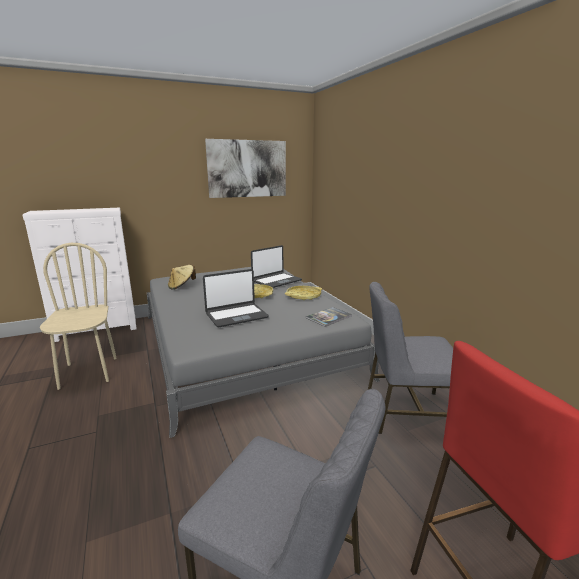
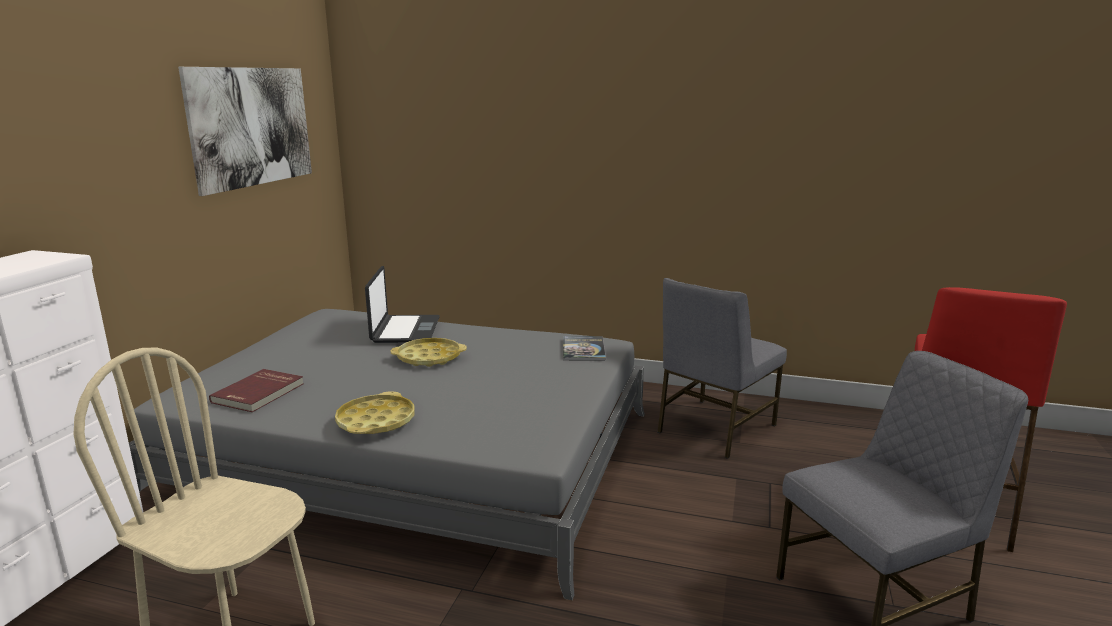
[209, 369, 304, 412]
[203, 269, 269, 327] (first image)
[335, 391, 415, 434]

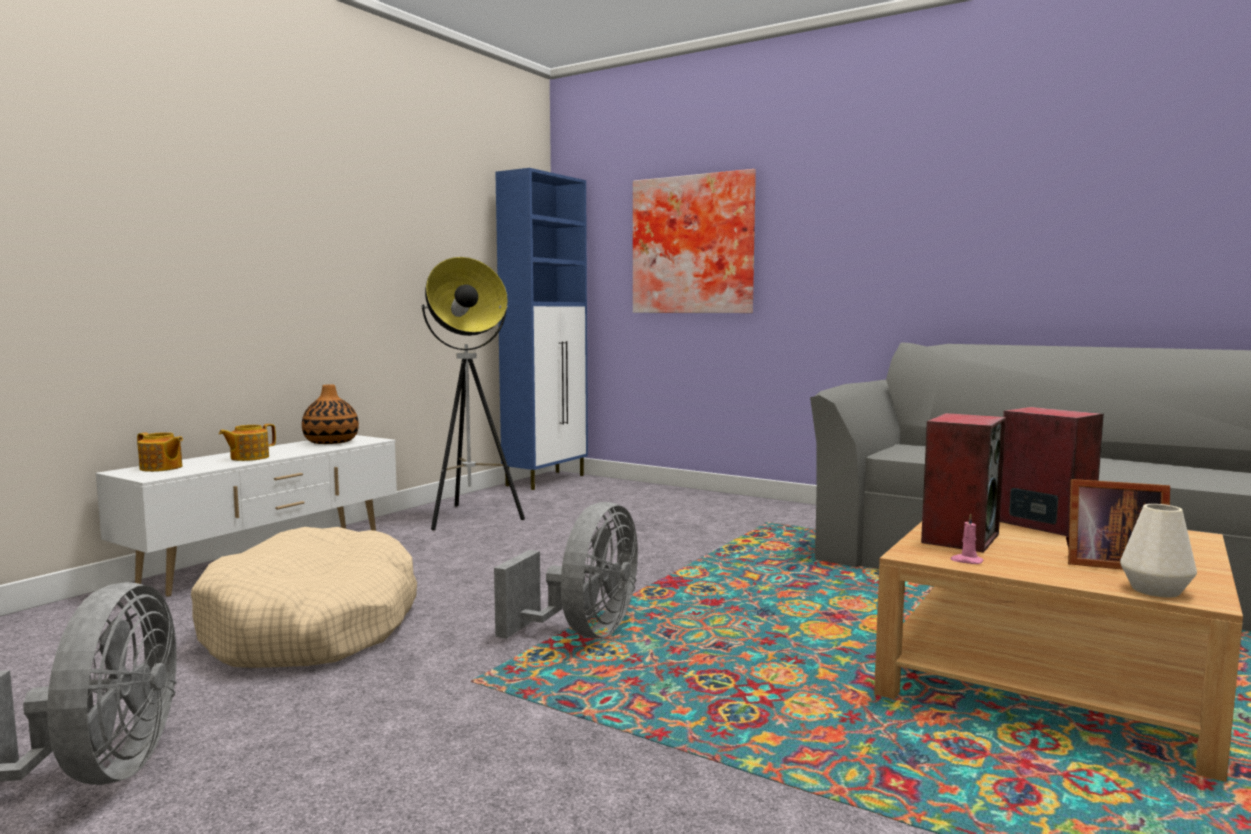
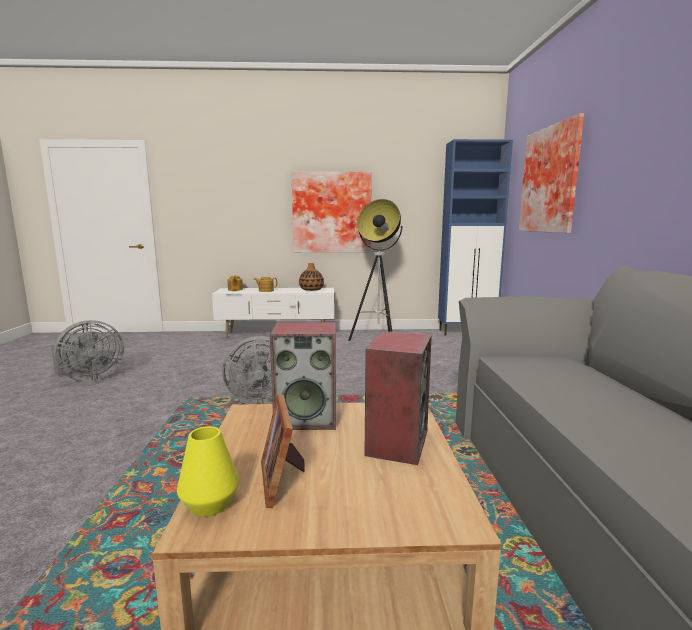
[191, 527, 417, 668] (first image)
[950, 513, 983, 564] (first image)
[177, 426, 239, 517]
[292, 172, 372, 253]

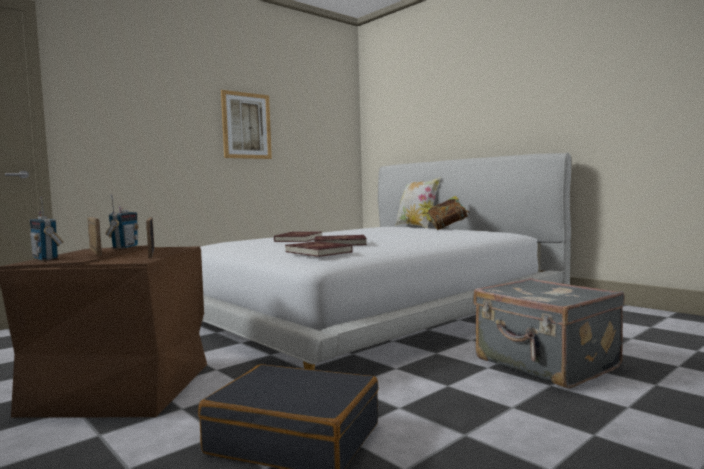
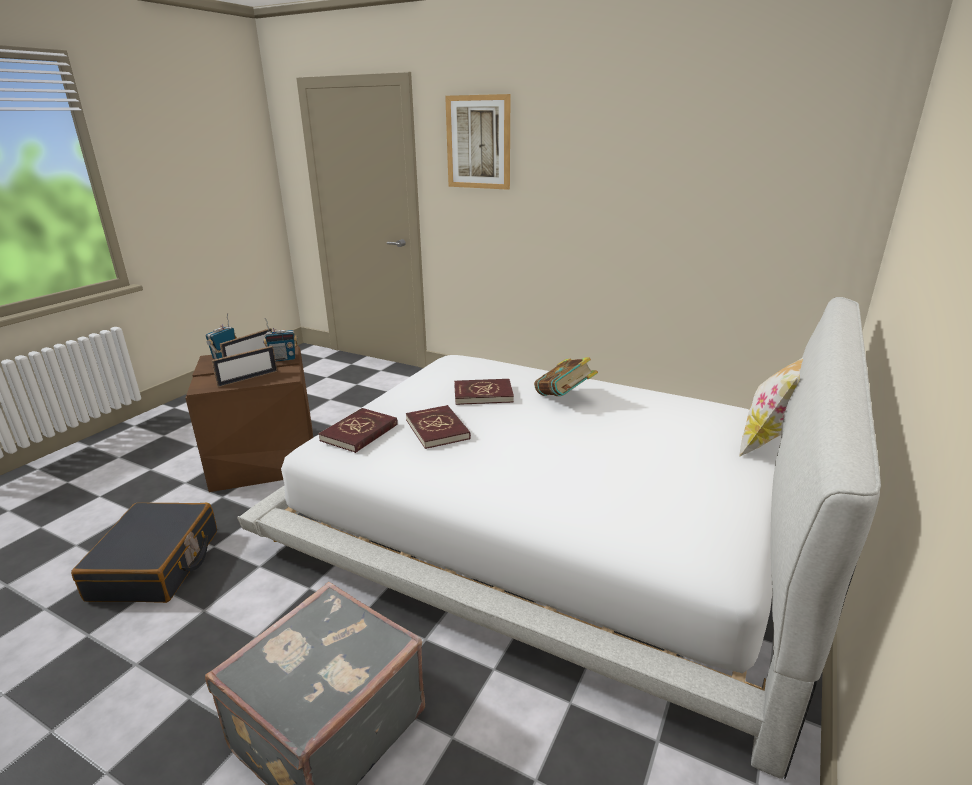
[445, 94, 511, 190]
[534, 357, 598, 396]

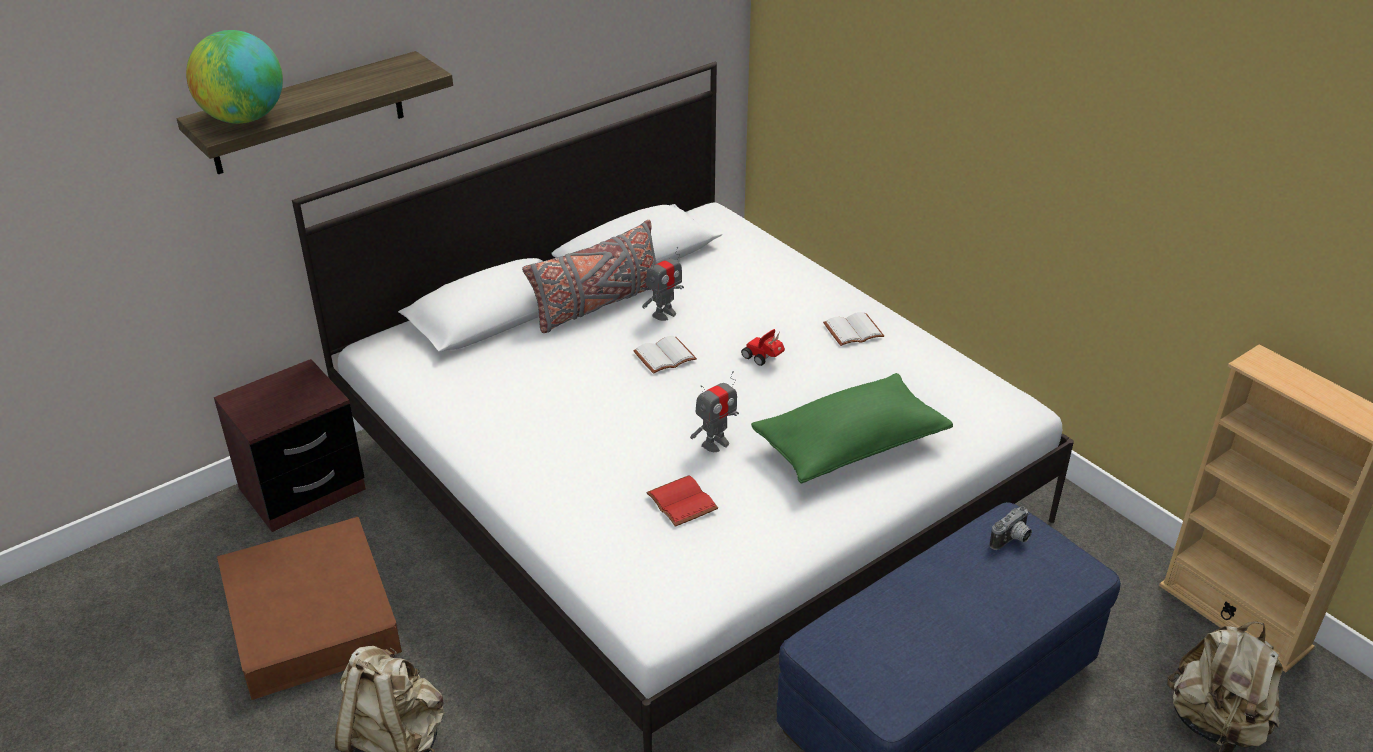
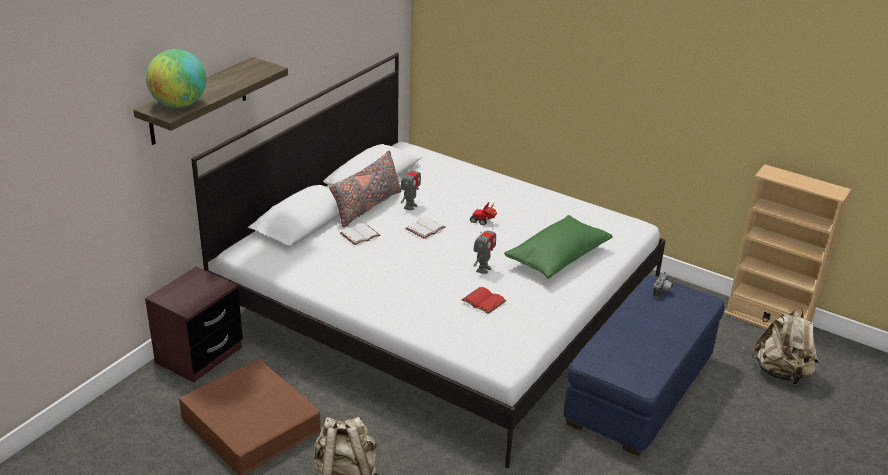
[340, 223, 380, 245]

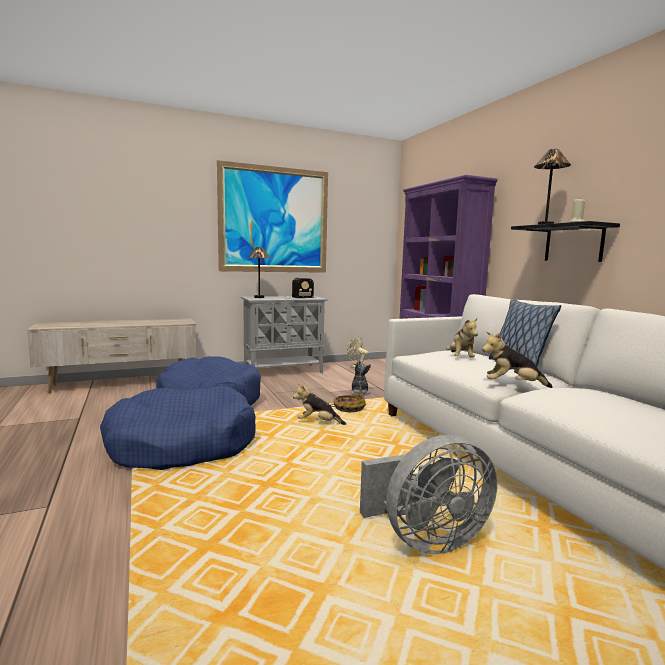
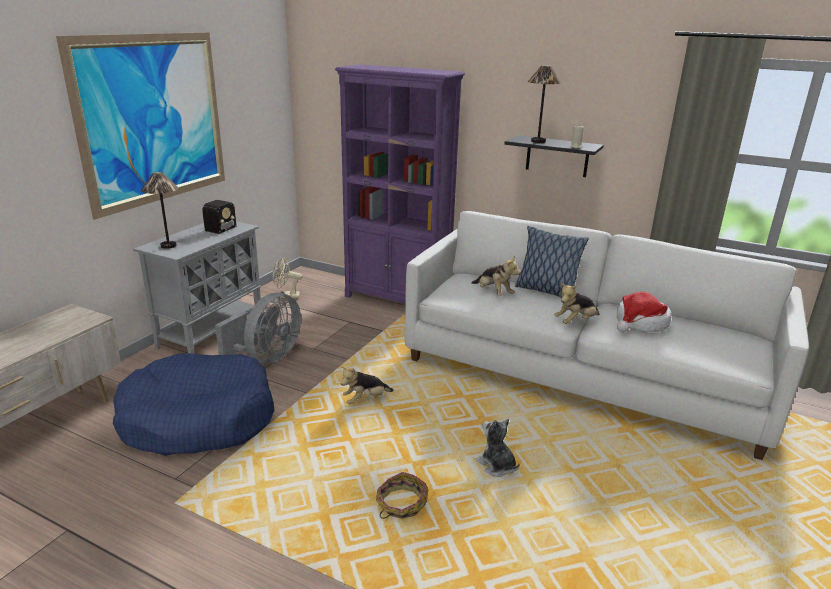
[100, 386, 256, 470] (first image)
[376, 472, 428, 519]
[475, 419, 520, 477]
[215, 292, 301, 363]
[617, 292, 672, 332]

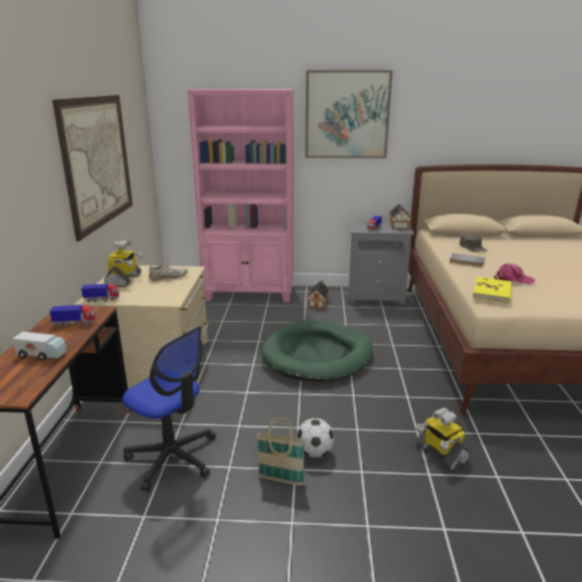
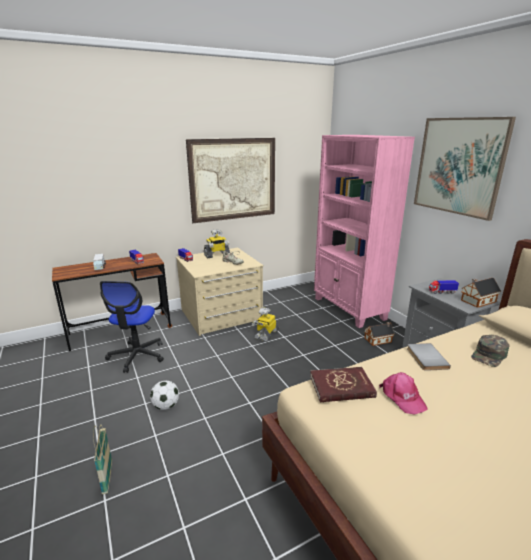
[93, 425, 112, 495]
[261, 320, 373, 382] (first image)
[252, 307, 279, 342]
[310, 367, 377, 402]

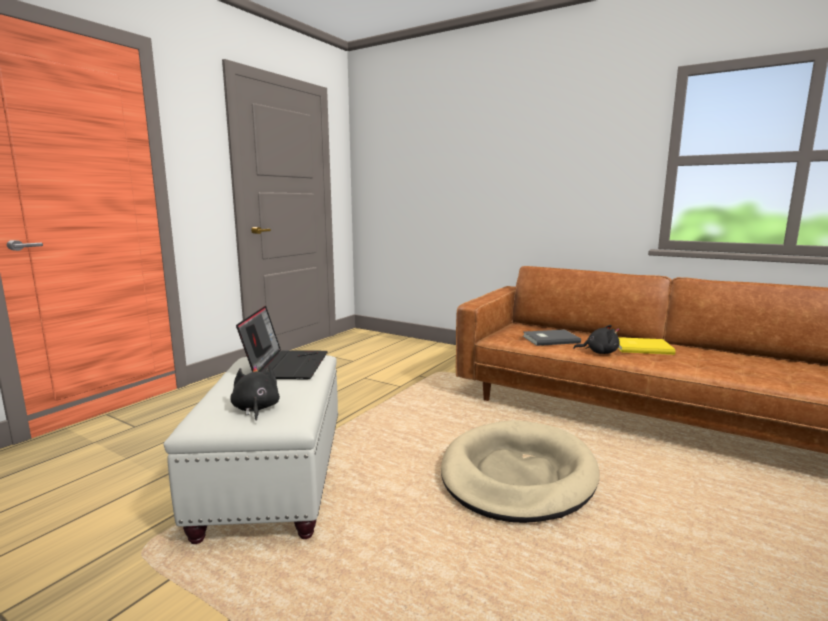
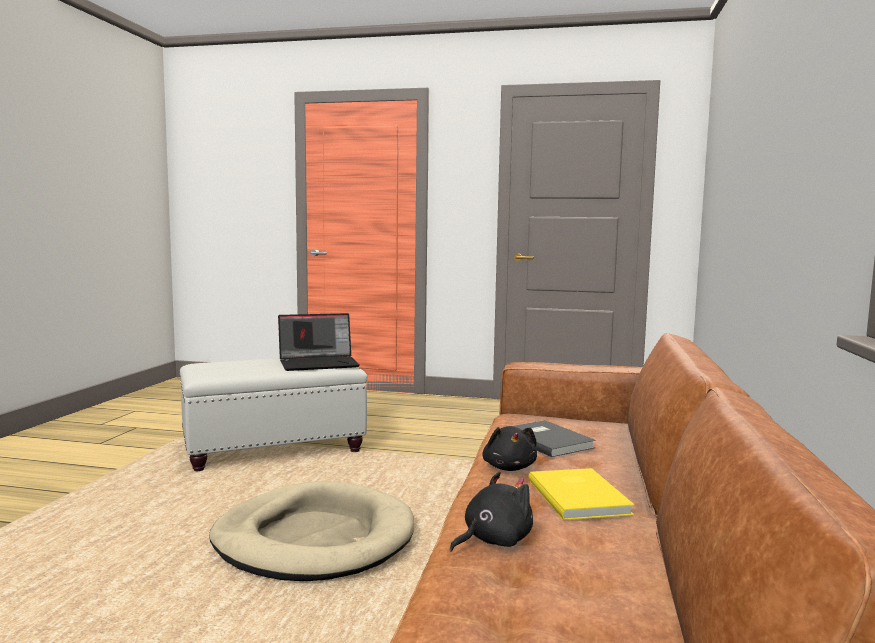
[450, 472, 533, 552]

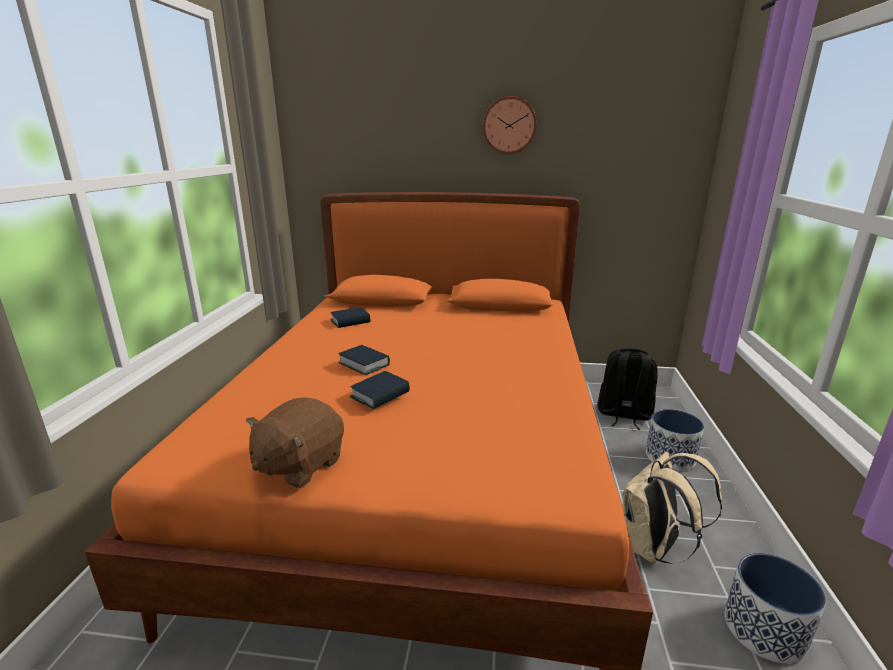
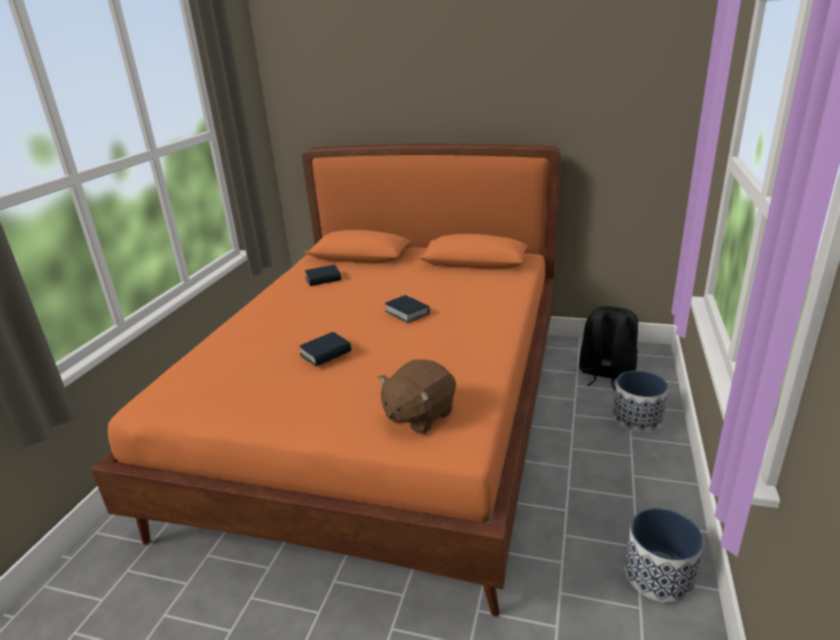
[378, 359, 456, 434]
[385, 295, 430, 323]
[483, 96, 537, 154] (first image)
[622, 452, 722, 564] (first image)

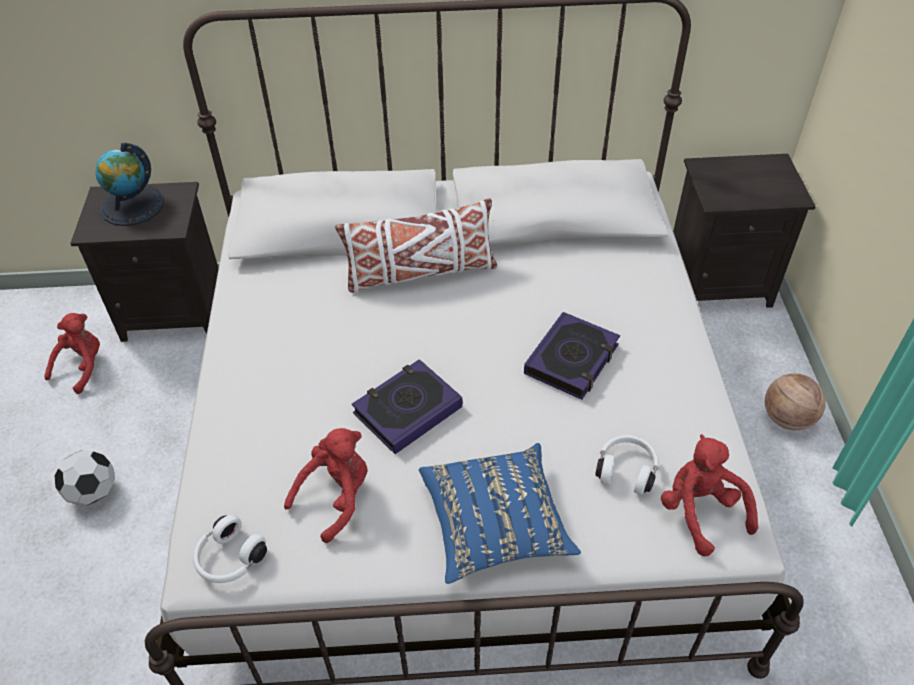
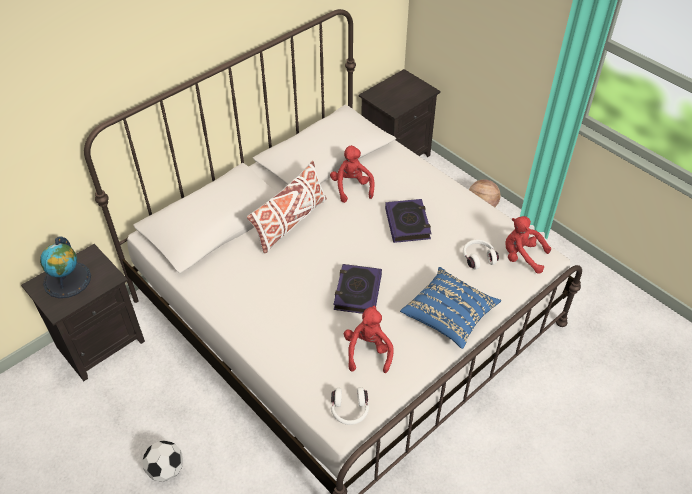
[330, 145, 375, 203]

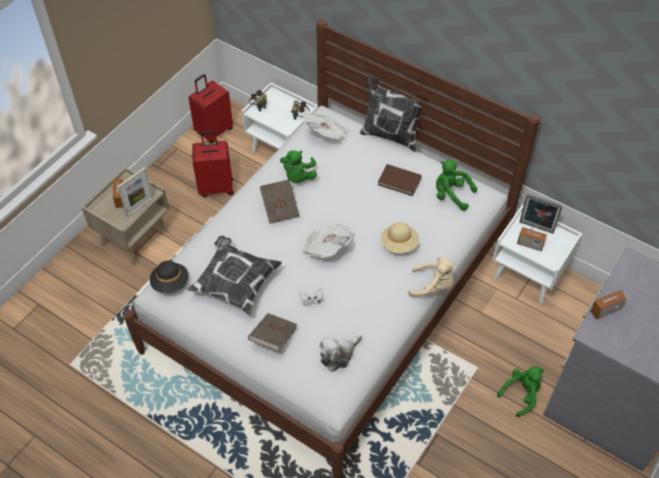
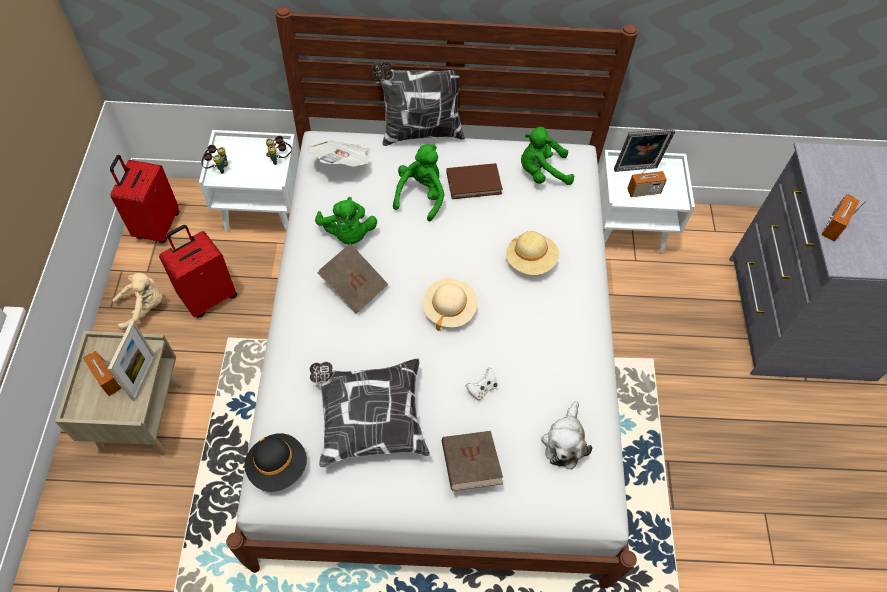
[423, 278, 477, 331]
[112, 273, 163, 330]
[393, 144, 445, 222]

